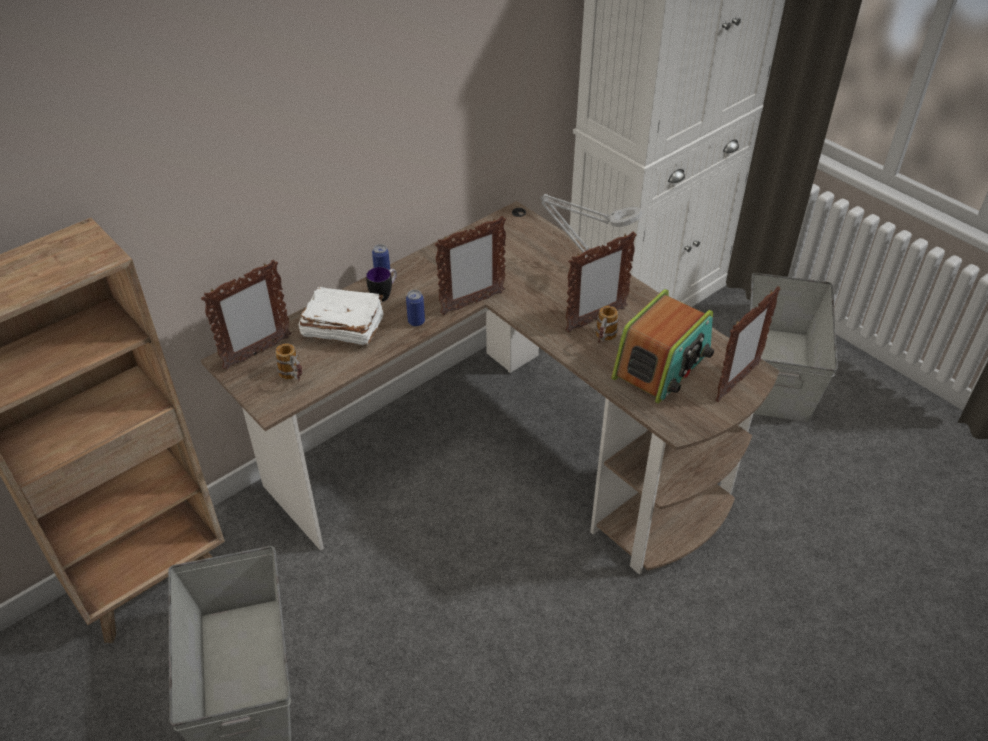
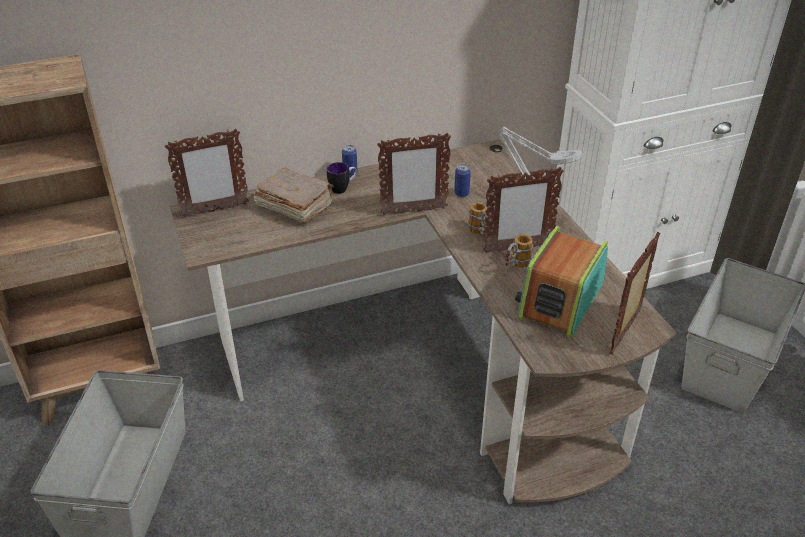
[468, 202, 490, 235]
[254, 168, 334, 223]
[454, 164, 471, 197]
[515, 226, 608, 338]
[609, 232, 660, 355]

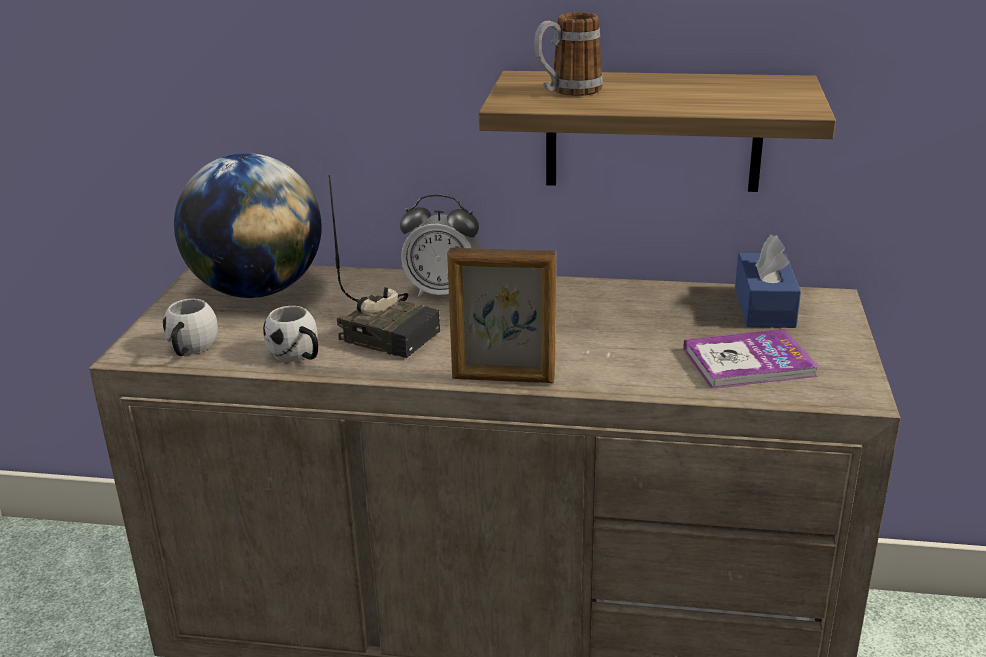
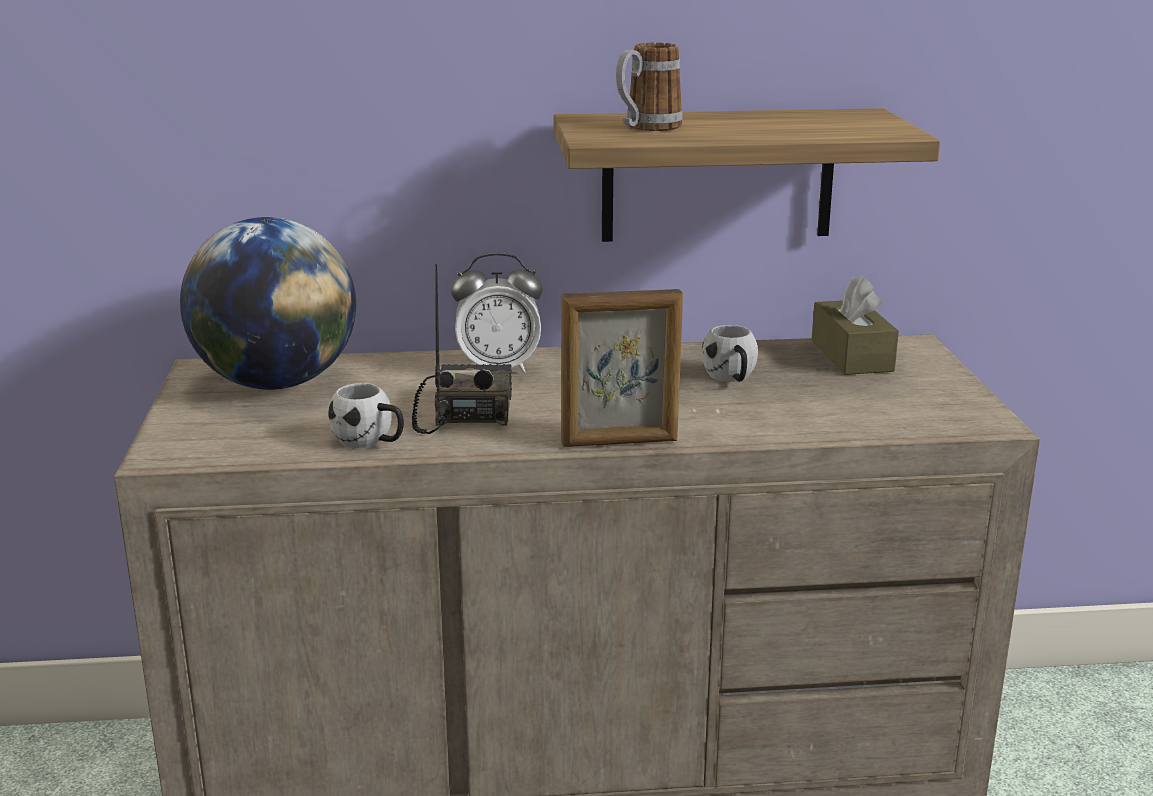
[702, 325, 758, 382]
[412, 264, 512, 434]
[683, 329, 819, 389] (first image)
[811, 275, 899, 375]

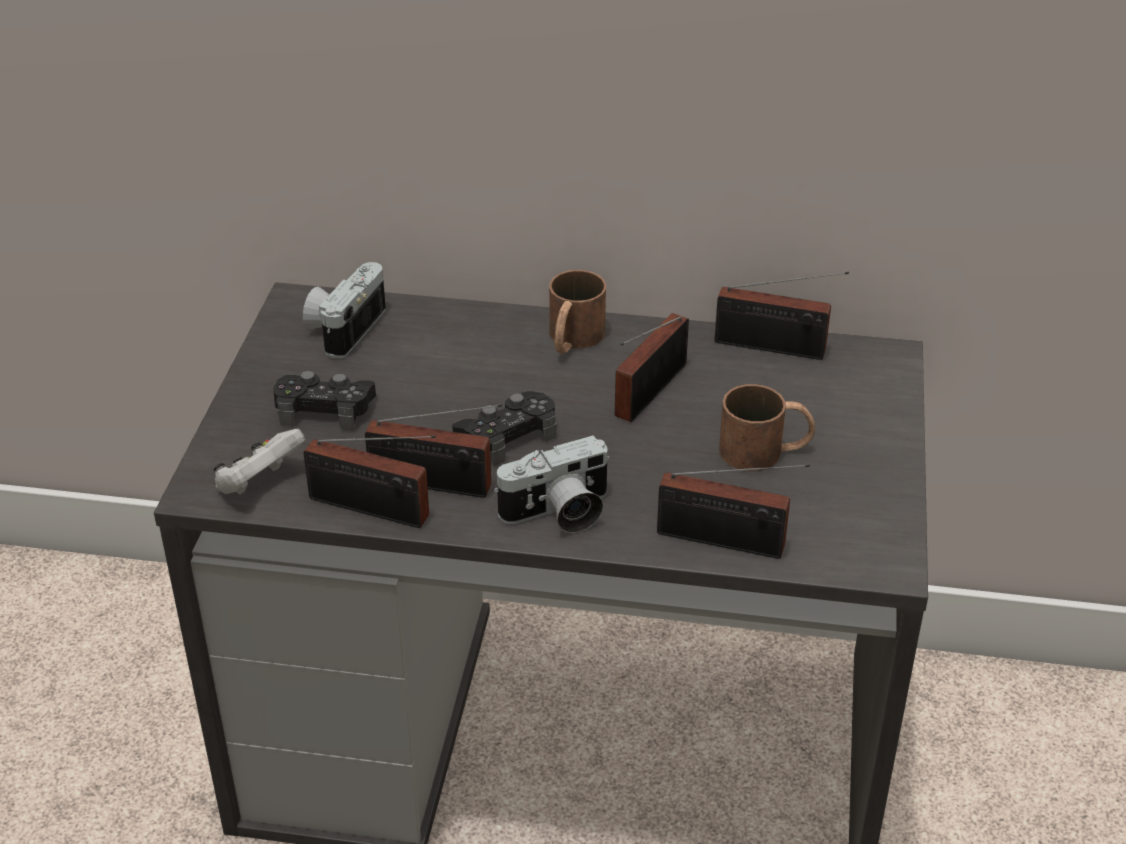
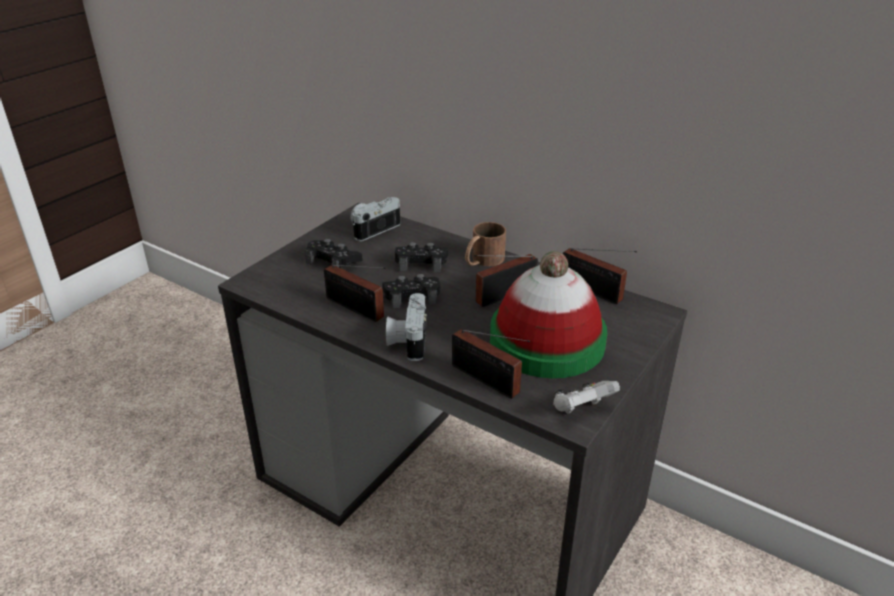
[553, 381, 620, 414]
[304, 435, 436, 528] (first image)
[386, 293, 427, 361]
[490, 251, 607, 378]
[395, 242, 448, 272]

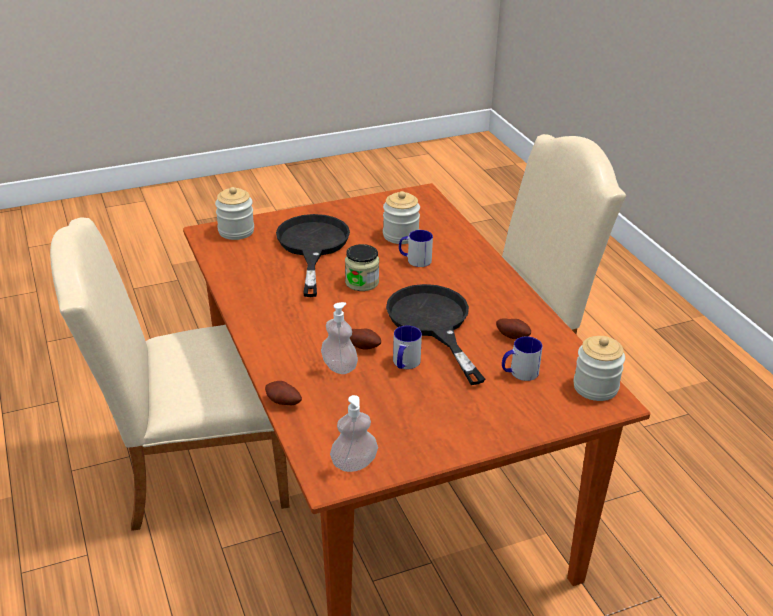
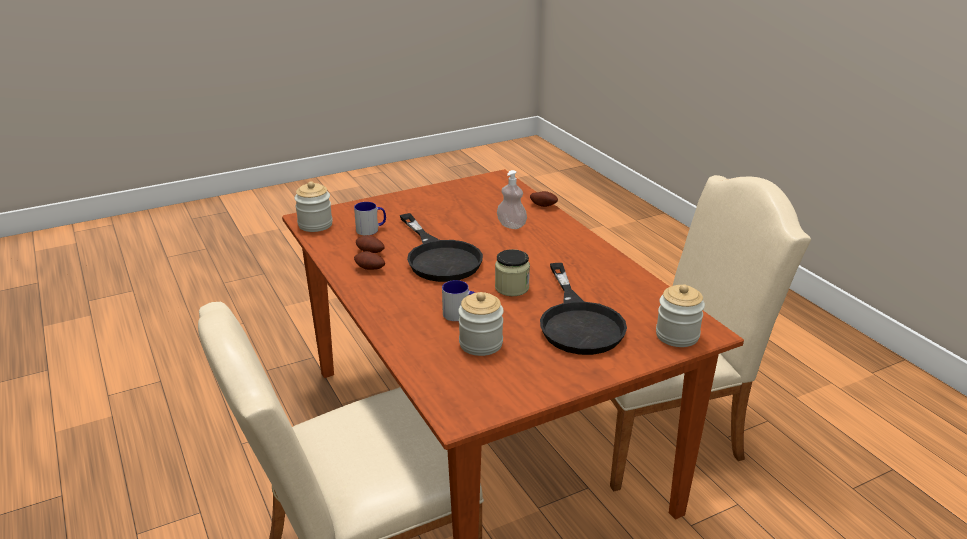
[330, 395, 378, 472] (first image)
[354, 251, 385, 270]
[393, 325, 422, 369] (first image)

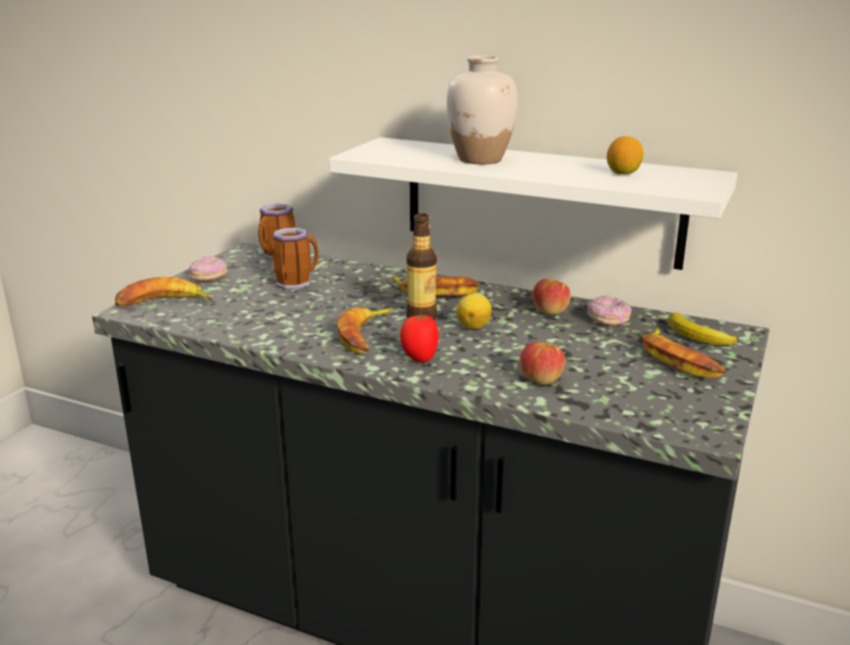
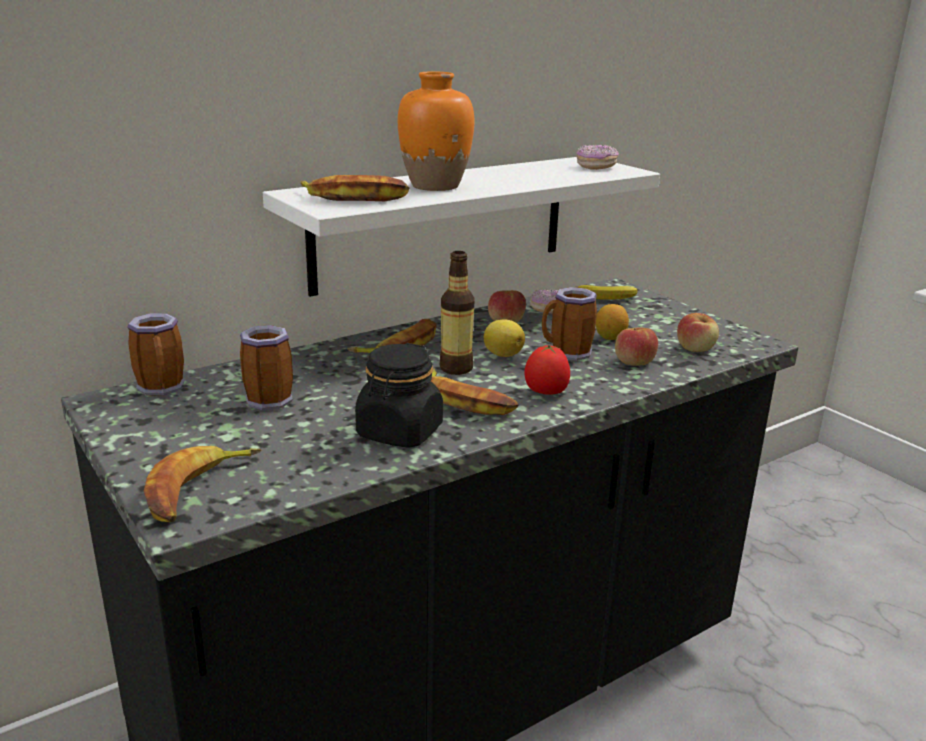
[577, 145, 619, 170]
[398, 71, 474, 191]
[596, 304, 629, 340]
[301, 175, 409, 201]
[355, 343, 443, 448]
[542, 287, 597, 361]
[677, 313, 719, 352]

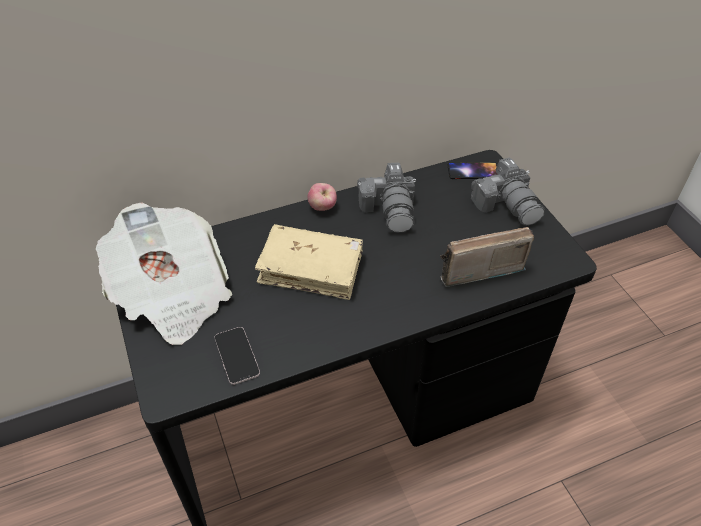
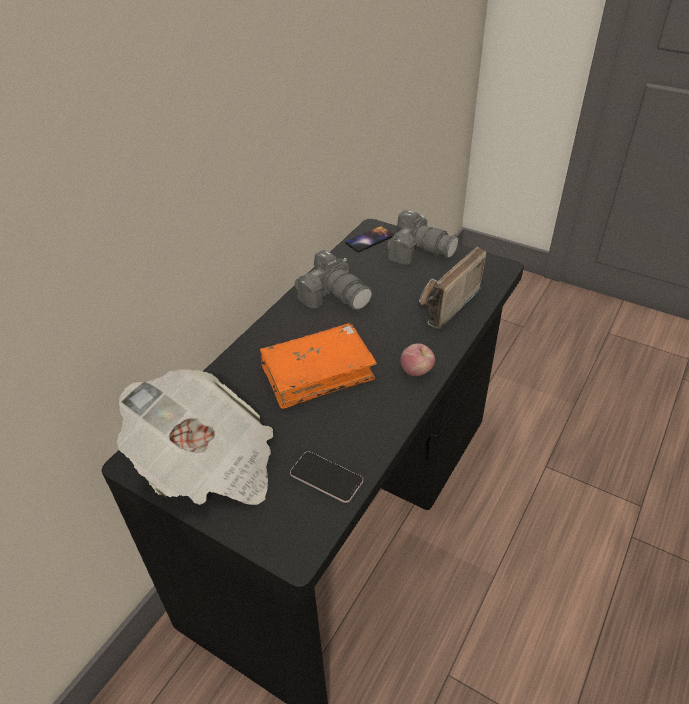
[260, 323, 377, 409]
[400, 343, 435, 376]

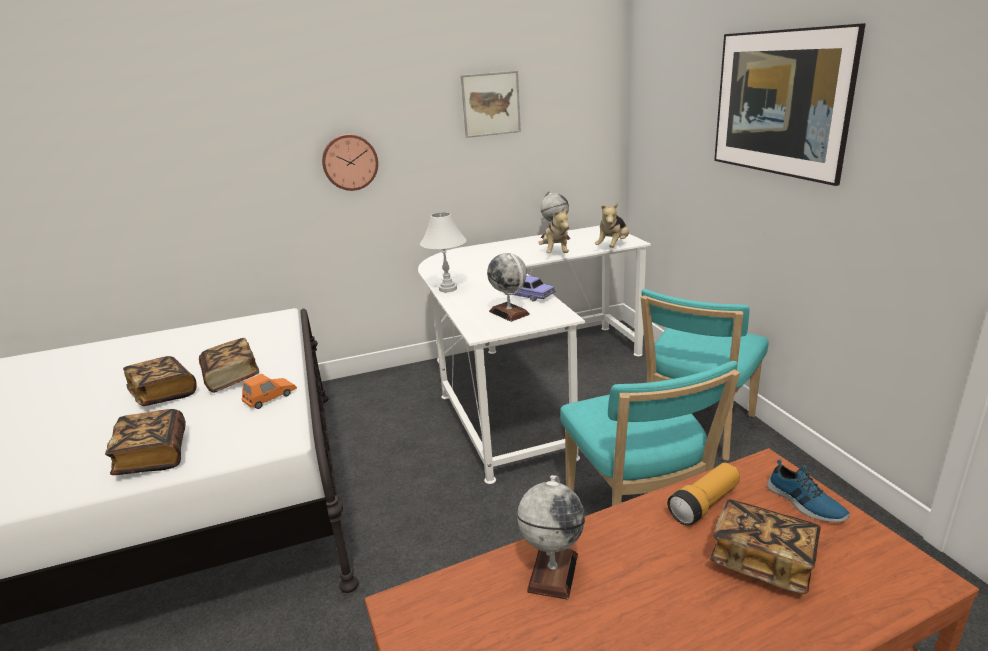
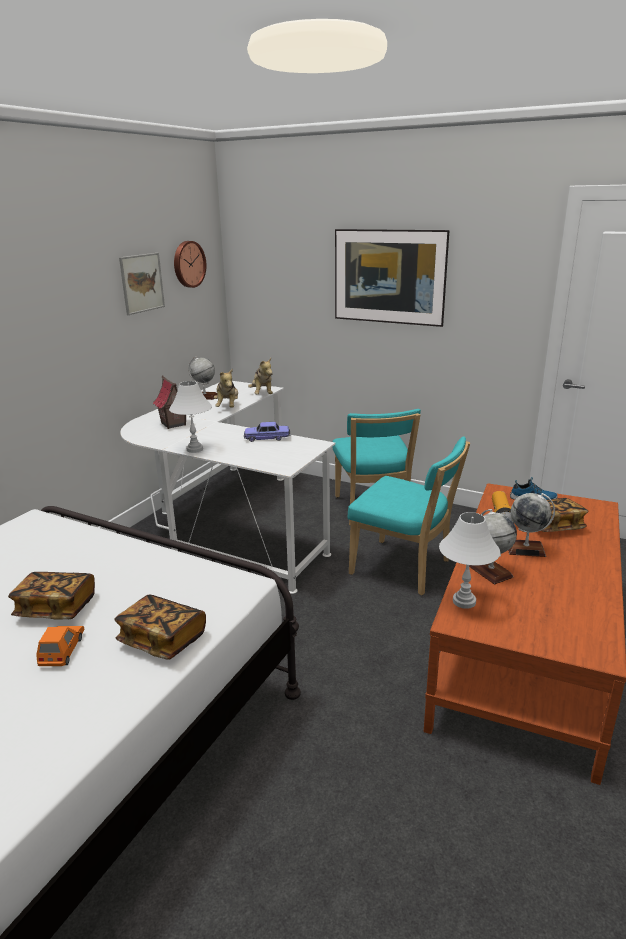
[199, 338, 259, 393] (first image)
[36, 626, 85, 666]
[174, 241, 206, 288]
[508, 493, 555, 557]
[214, 369, 238, 407]
[153, 375, 186, 429]
[439, 512, 500, 609]

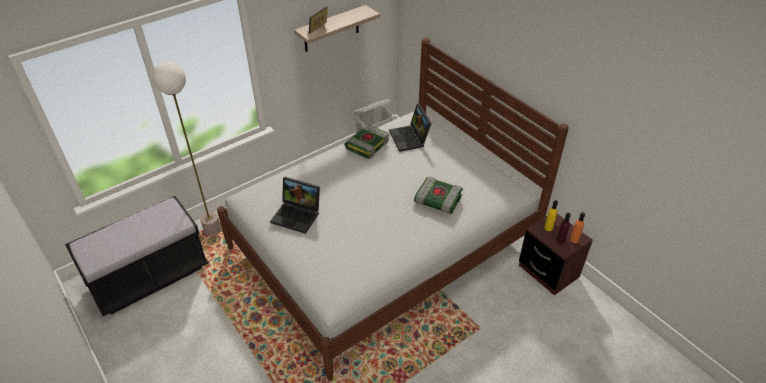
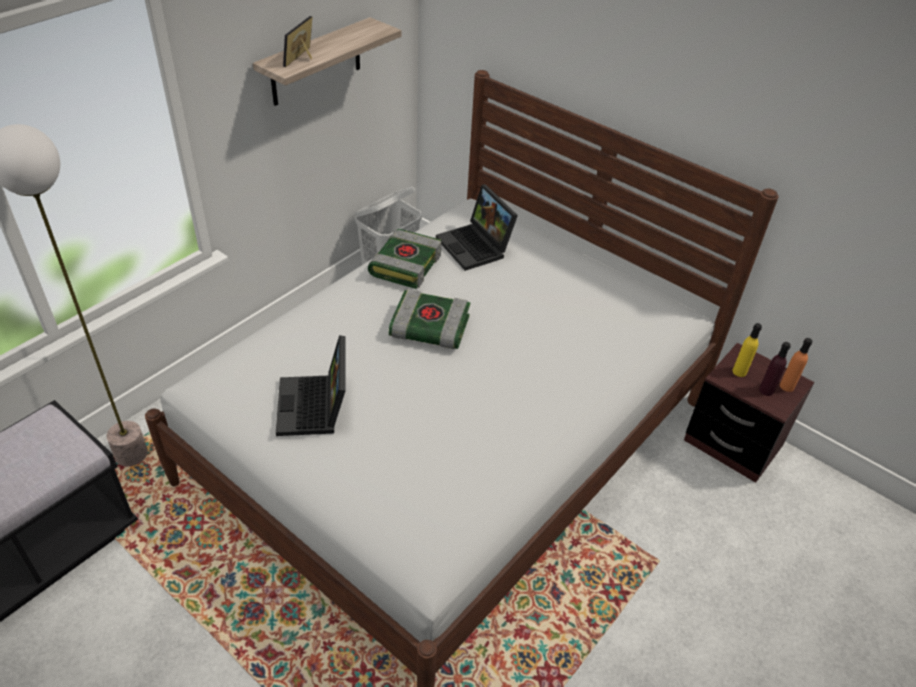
[276, 335, 346, 436]
[389, 289, 470, 349]

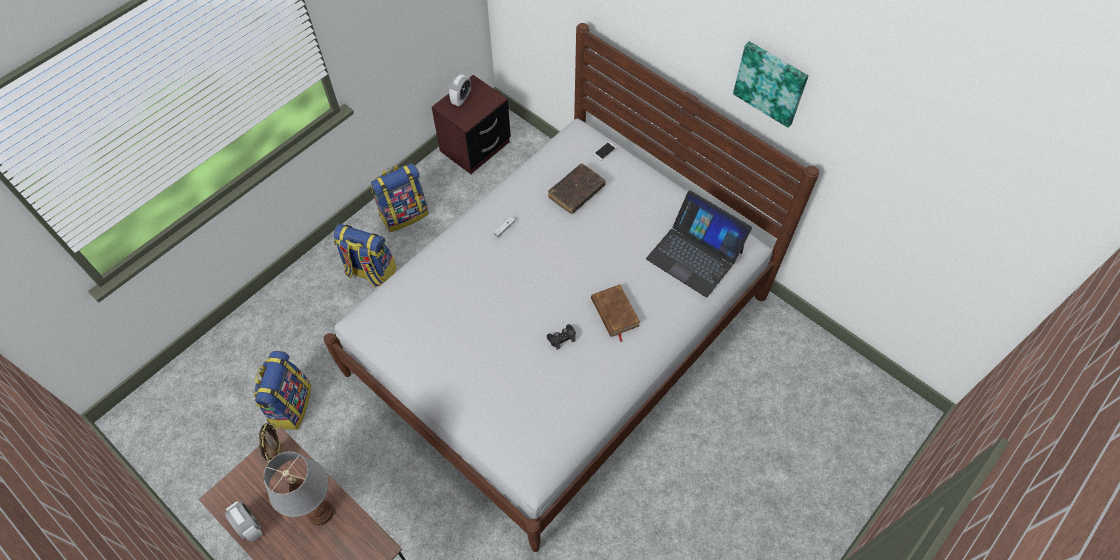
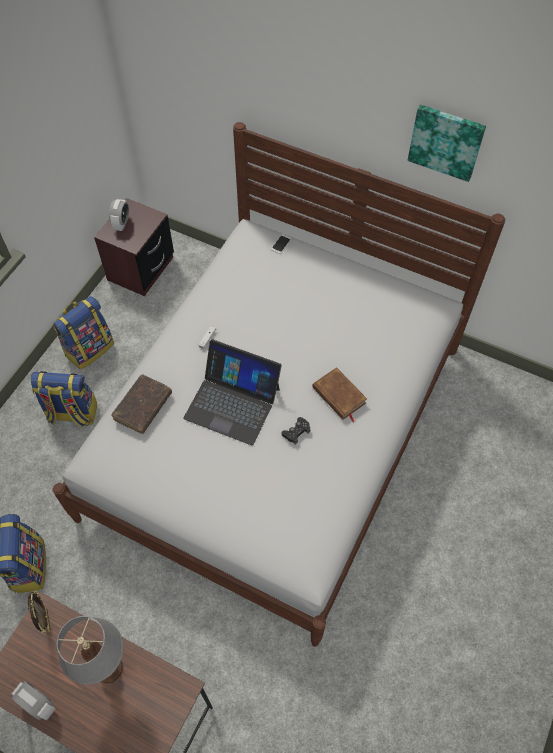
[111, 375, 172, 434]
[183, 339, 282, 445]

